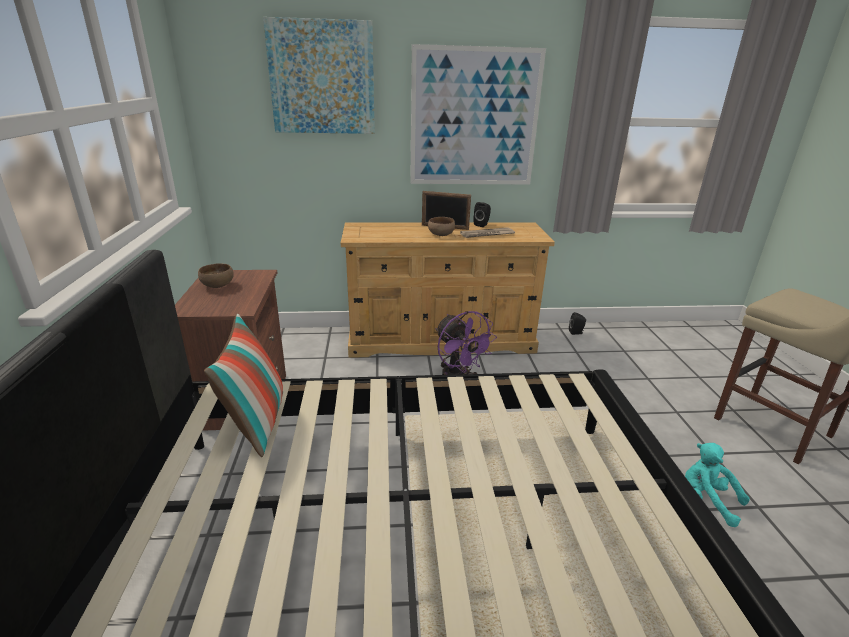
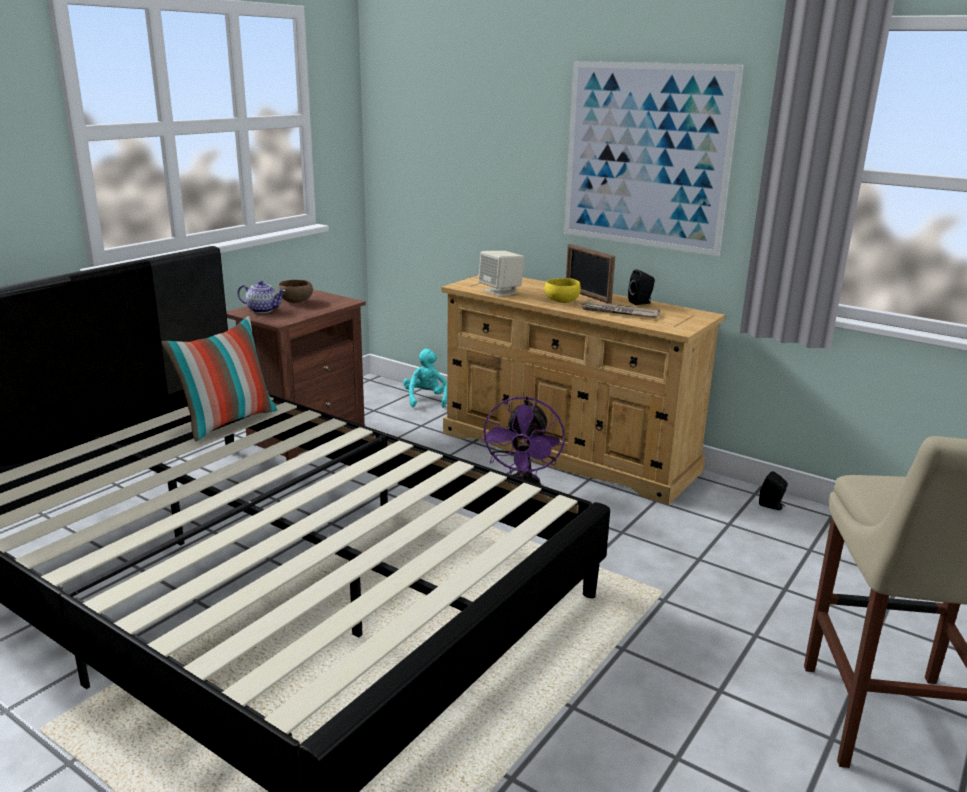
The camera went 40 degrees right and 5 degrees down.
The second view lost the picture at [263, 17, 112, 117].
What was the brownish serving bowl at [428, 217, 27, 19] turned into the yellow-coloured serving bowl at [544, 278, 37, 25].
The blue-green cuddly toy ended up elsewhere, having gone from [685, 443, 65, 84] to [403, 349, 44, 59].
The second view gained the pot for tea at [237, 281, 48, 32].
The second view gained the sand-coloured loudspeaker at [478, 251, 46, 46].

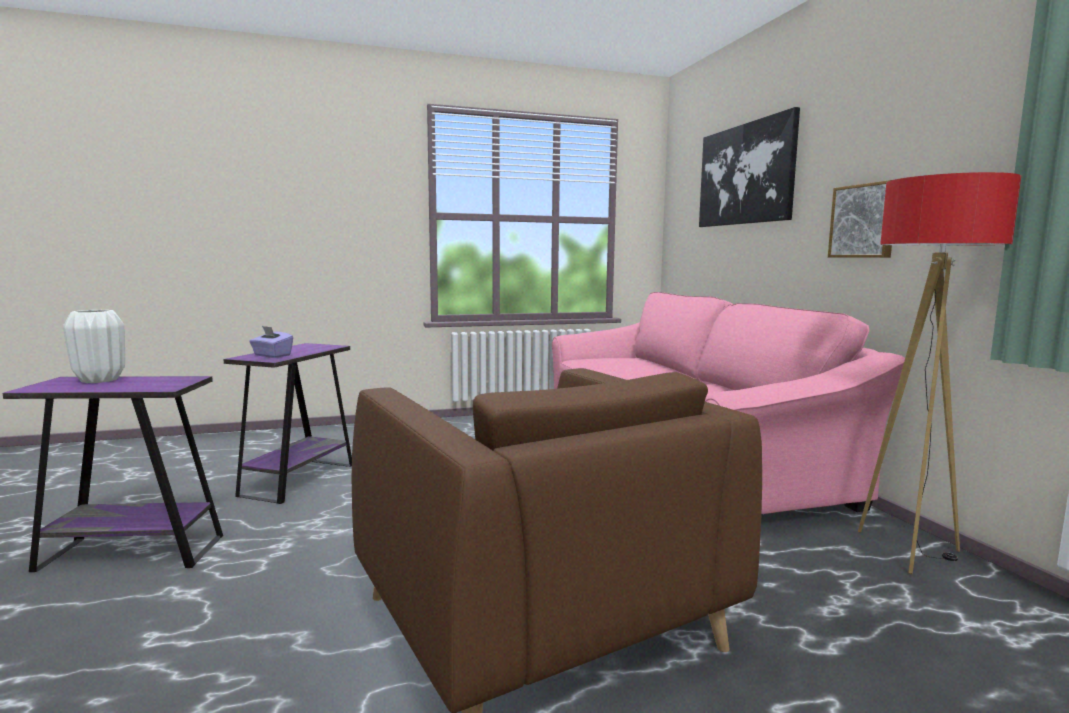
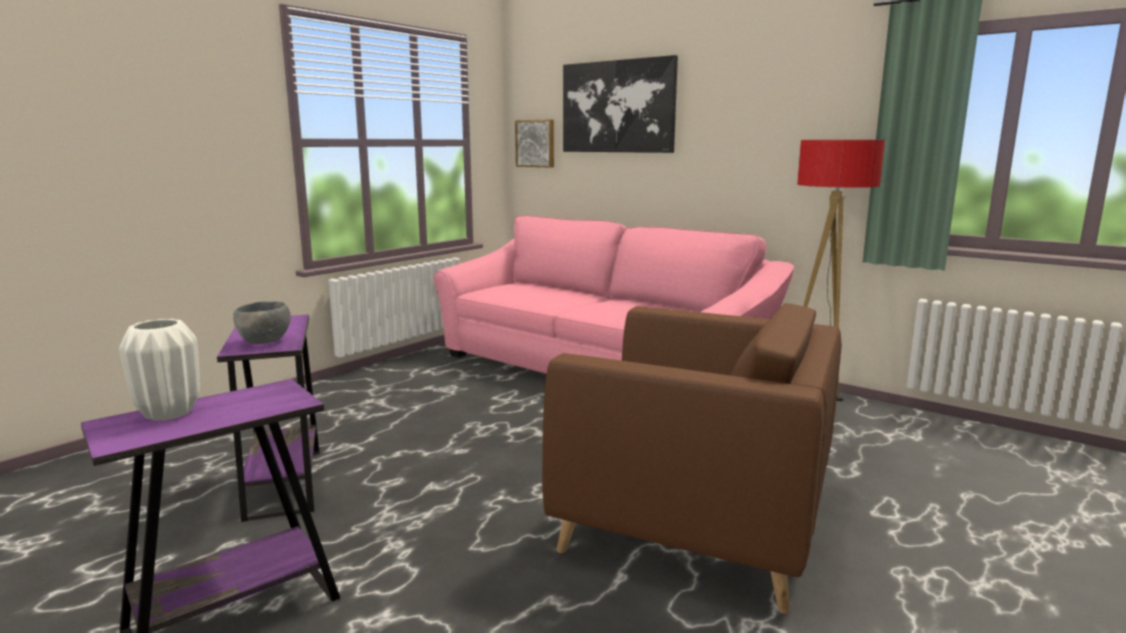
The camera went 35 degrees left and 5 degrees up.
Where the purplish tissue holder stood at [249, 326, 44, 32], the greyish serving bowl came to stand at [233, 301, 58, 43].
The picture ended up elsewhere, having gone from [828, 180, 64, 78] to [515, 119, 39, 49].

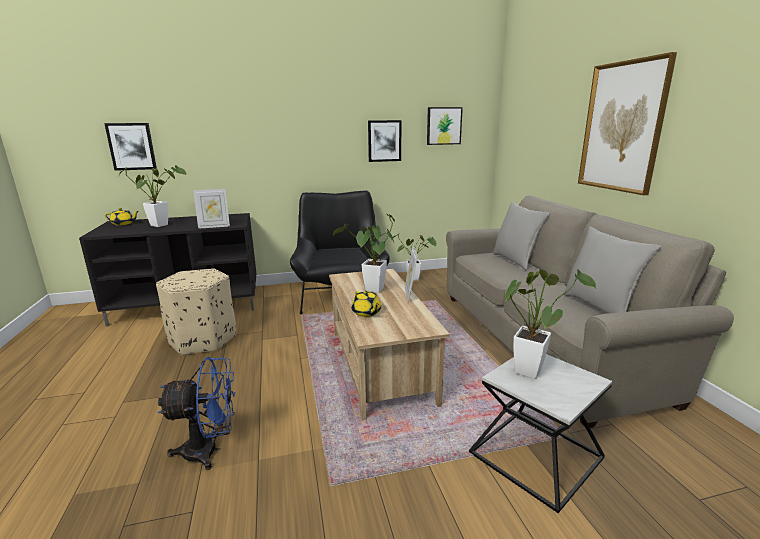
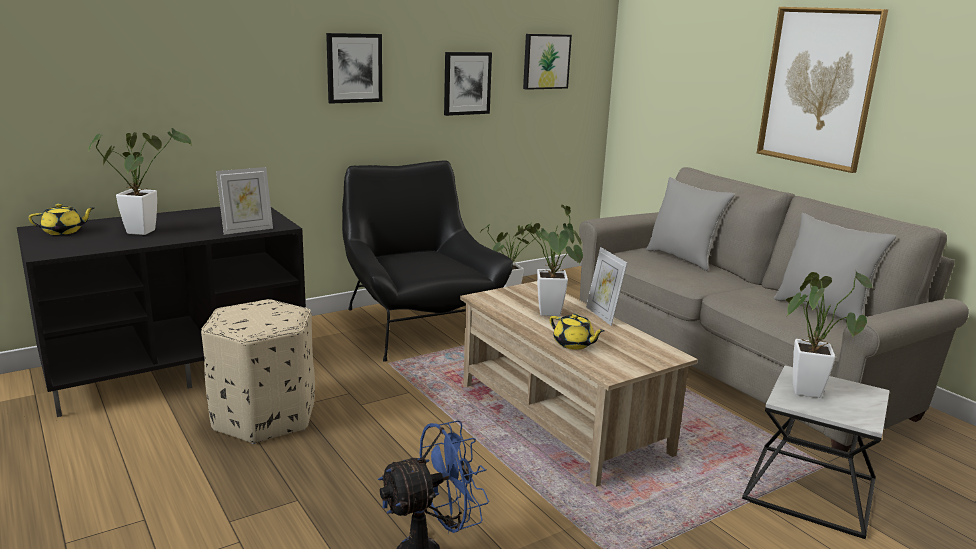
The camera went 20 degrees left and 0 degrees up.
The picture ended up elsewhere, having gone from [104, 123, 53, 48] to [326, 33, 56, 71].

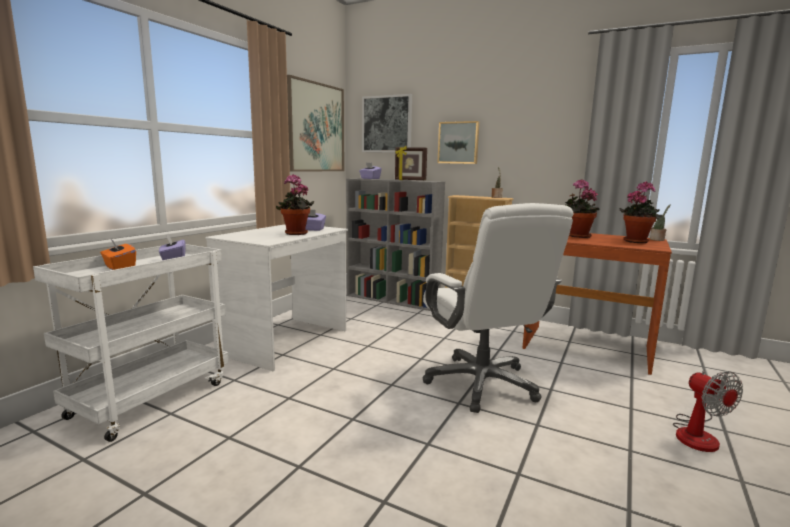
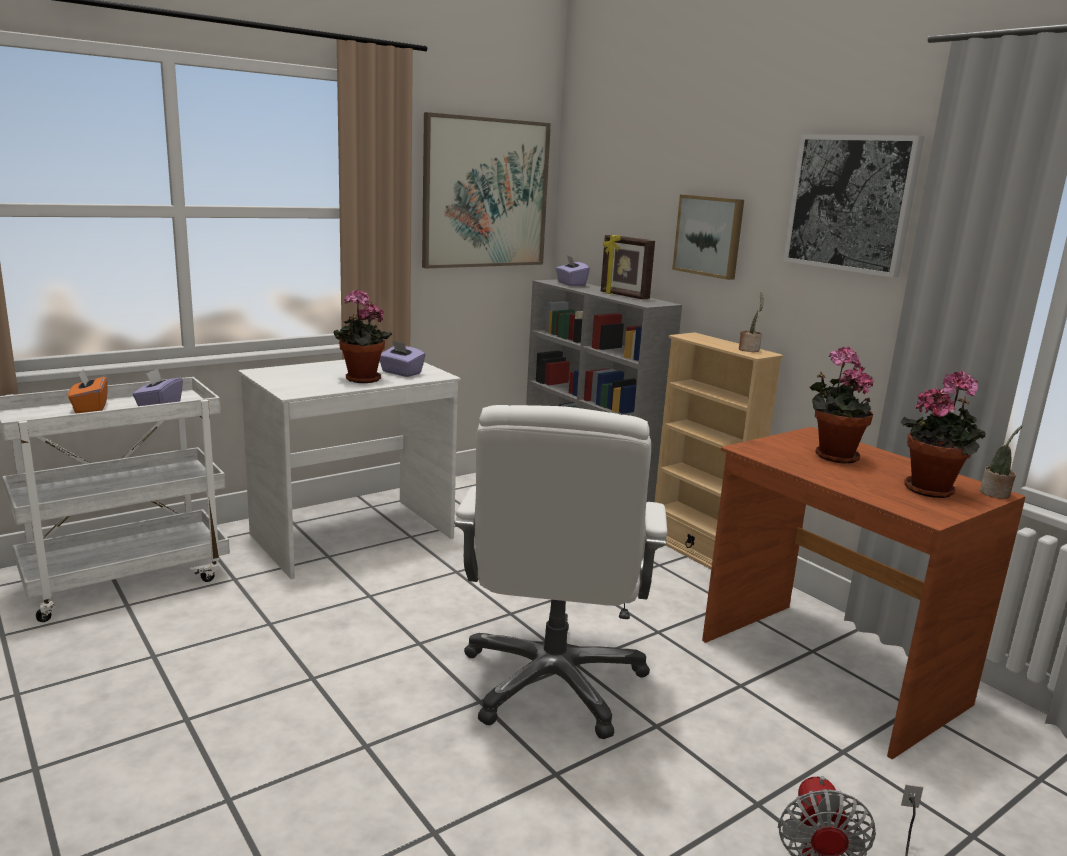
The camera went 25 degrees right and 5 degrees up.
The picture ended up elsewhere, having gone from [362, 94, 50, 58] to [783, 134, 142, 144].

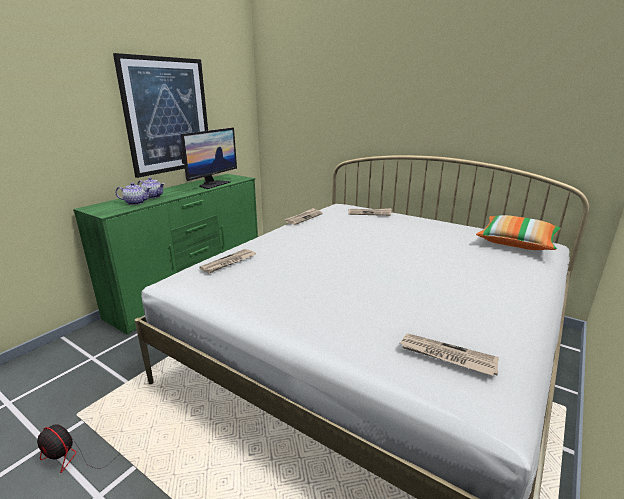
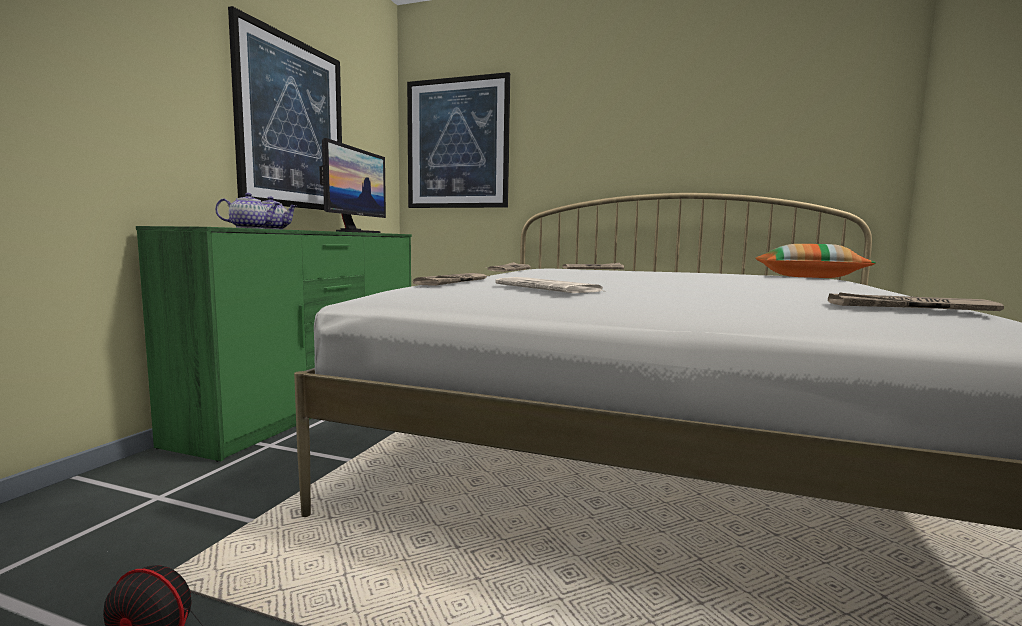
The camera went 15 degrees left and 15 degrees down.
The second view gained the picture at [407, 72, 103, 136].
The second view gained the daily paper at [495, 277, 108, 16].

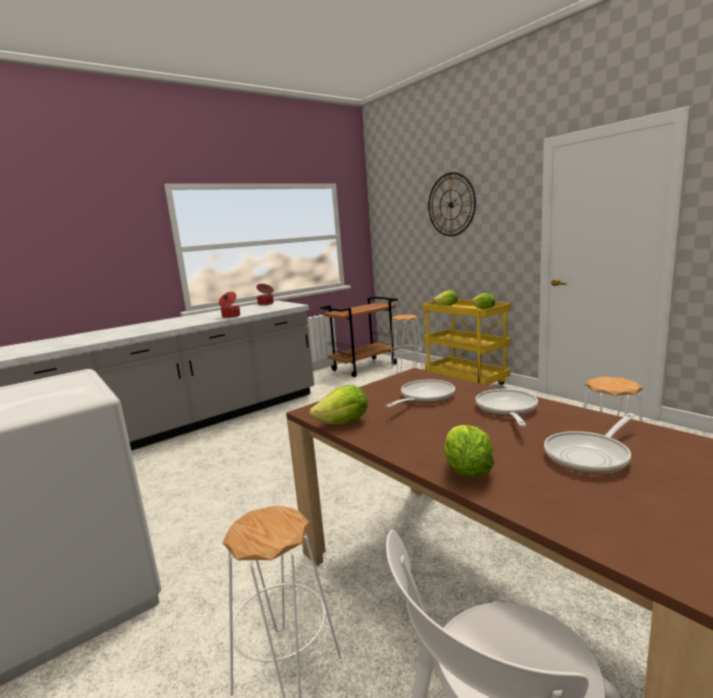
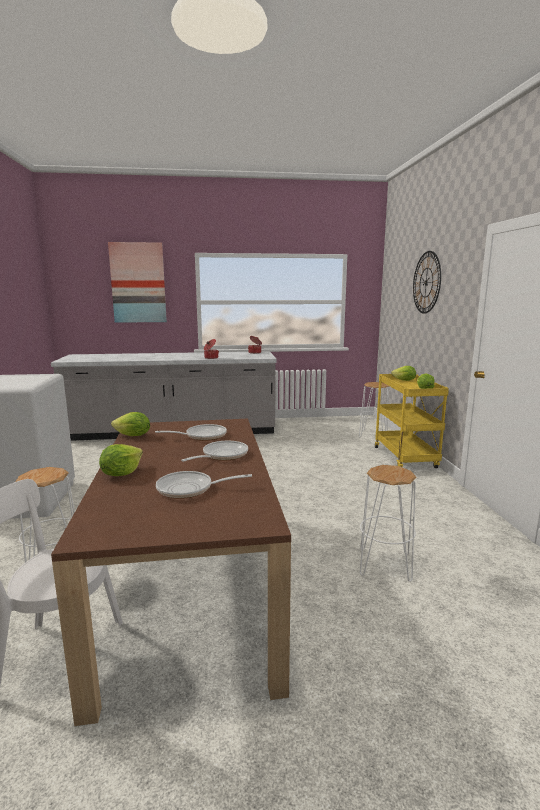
The camera went 30 degrees right and 0 degrees up.
The second view lost the brownish cart at [320, 297, 78, 80].
The second view gained the picture at [108, 242, 59, 81].

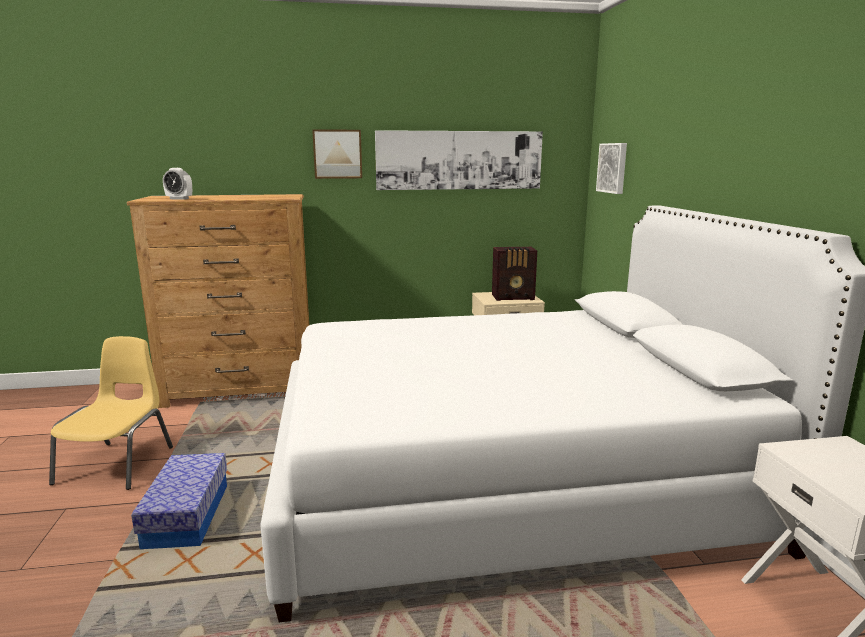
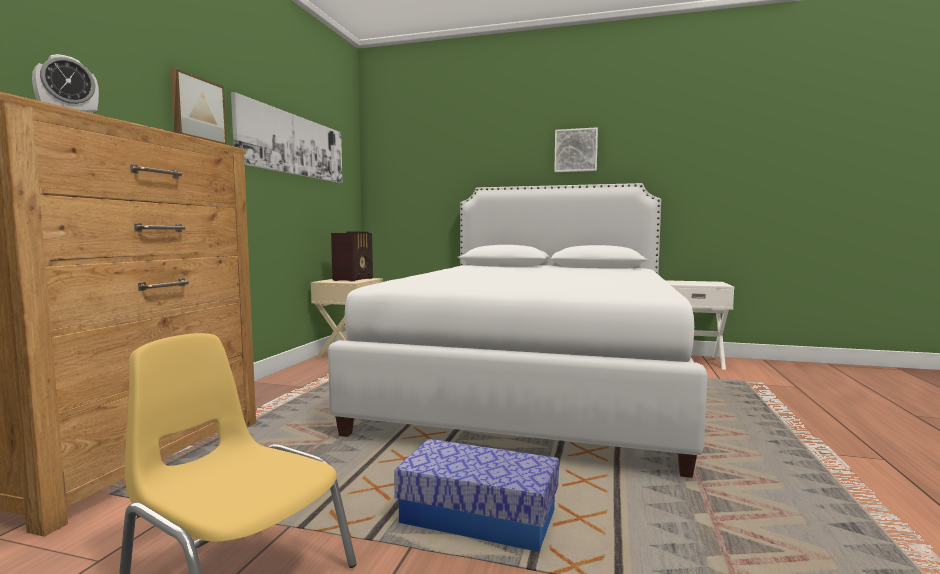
The camera went 65 degrees left and 10 degrees down.
The picture ended up elsewhere, having gone from [596, 143, 31, 51] to [554, 127, 44, 45].

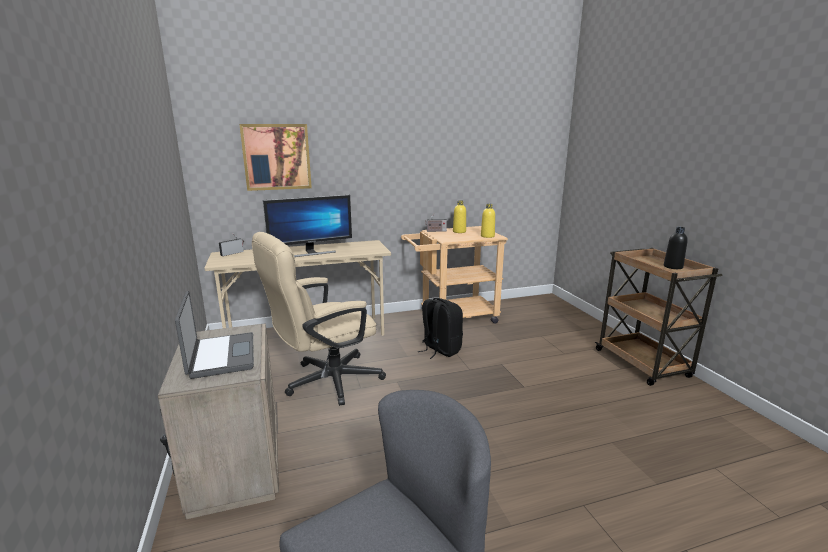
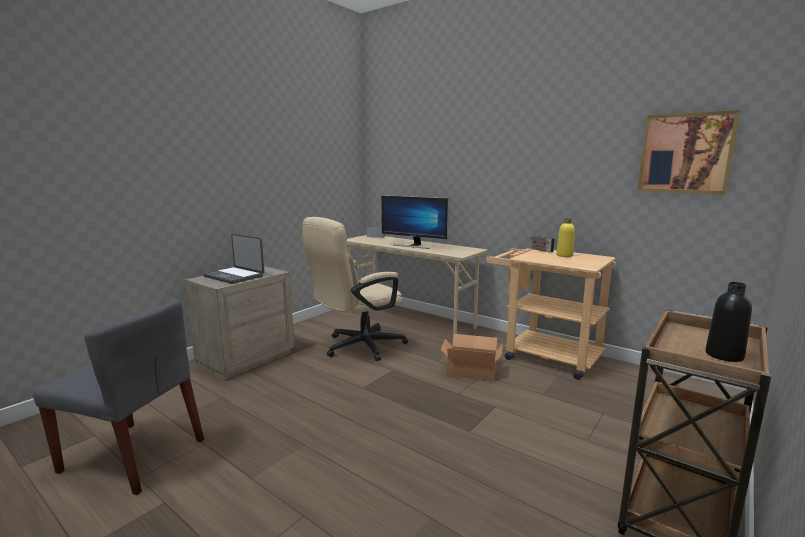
The camera went 55 degrees right and 5 degrees down.
The portable computer at [175, 291, 79, 88] ended up facing another way, 90 degrees clockwise from before.
The picture ended up elsewhere, having gone from [239, 124, 73, 67] to [638, 110, 102, 84].
The sand-coloured office chair at [252, 232, 134, 174] ended up facing another way, 60 degrees counterclockwise from before.
Where the black knapsack stood at [418, 298, 45, 61], the carton came to stand at [440, 334, 63, 47].
The second view lost the yellow-coloured beverage bottle at [481, 204, 14, 34].

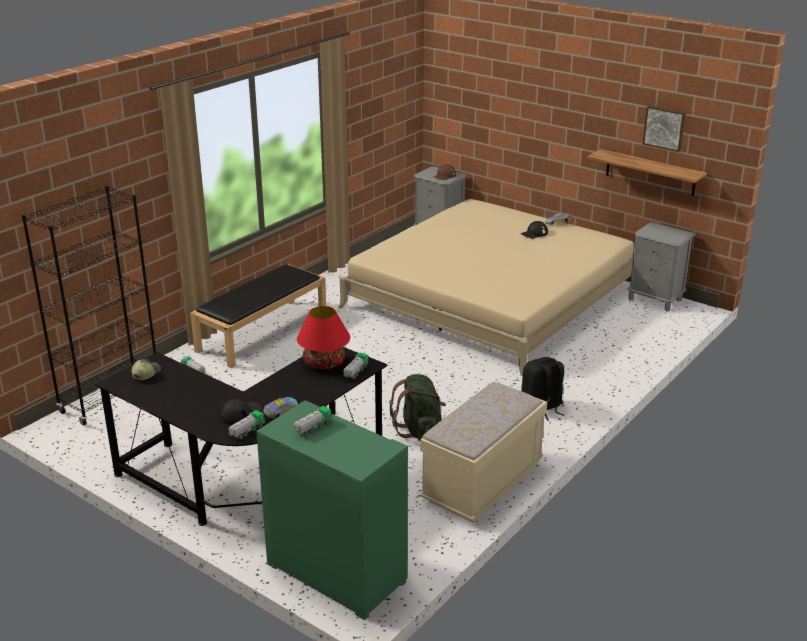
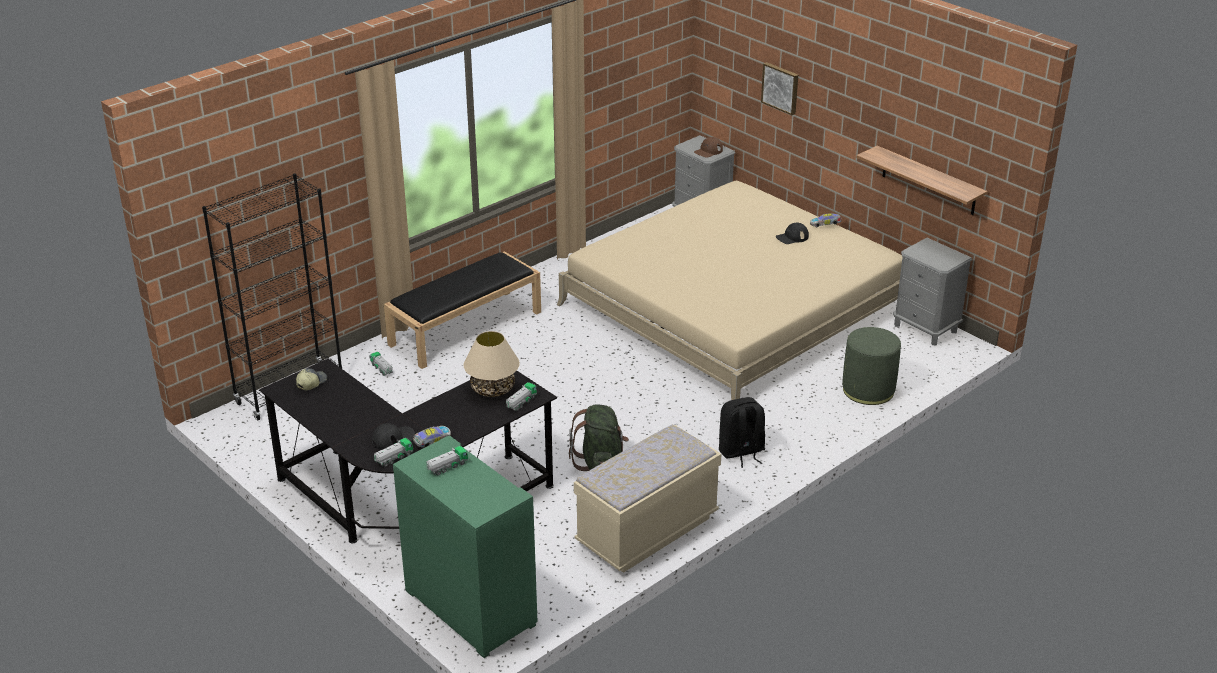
The camera went 10 degrees right and 5 degrees up.
What was the red-coloured lamp for a table at [297, 306, 53, 63] turned into the sand-coloured lamp for a table at [463, 331, 57, 66].
The picture ended up elsewhere, having gone from [643, 106, 43, 46] to [761, 62, 37, 53].
The second view gained the green-coloured footrest at [842, 327, 59, 78].

